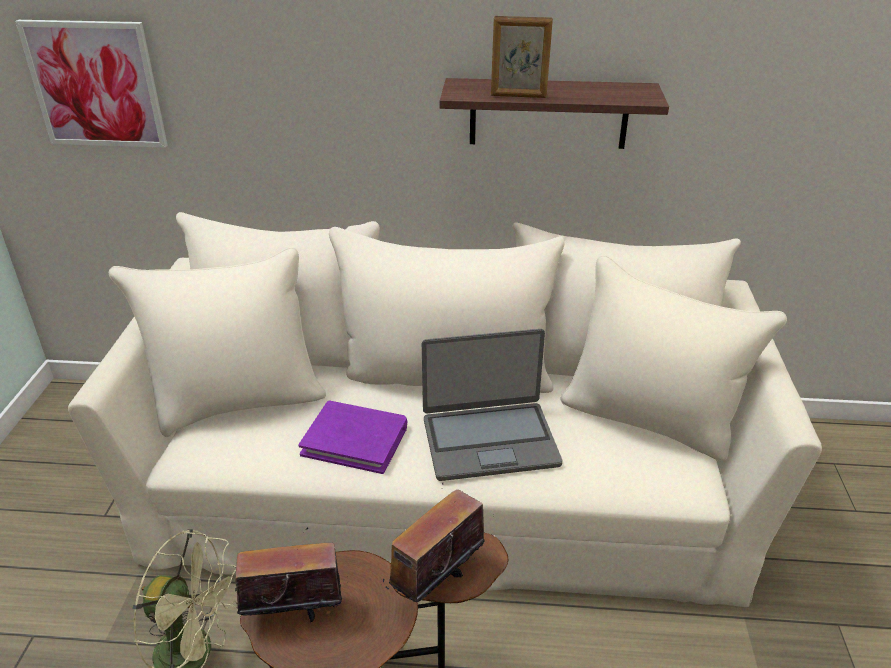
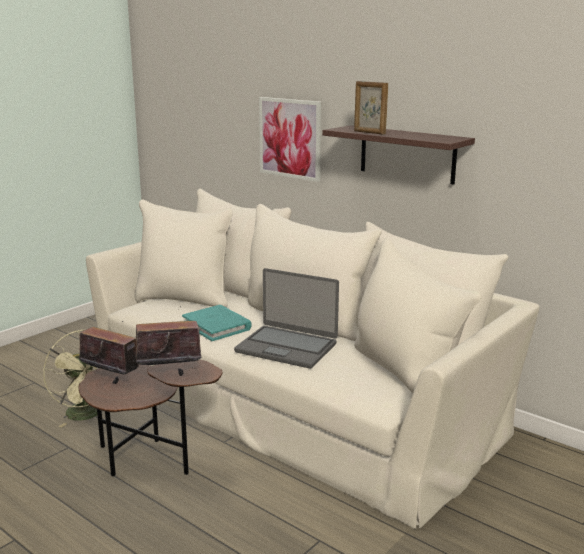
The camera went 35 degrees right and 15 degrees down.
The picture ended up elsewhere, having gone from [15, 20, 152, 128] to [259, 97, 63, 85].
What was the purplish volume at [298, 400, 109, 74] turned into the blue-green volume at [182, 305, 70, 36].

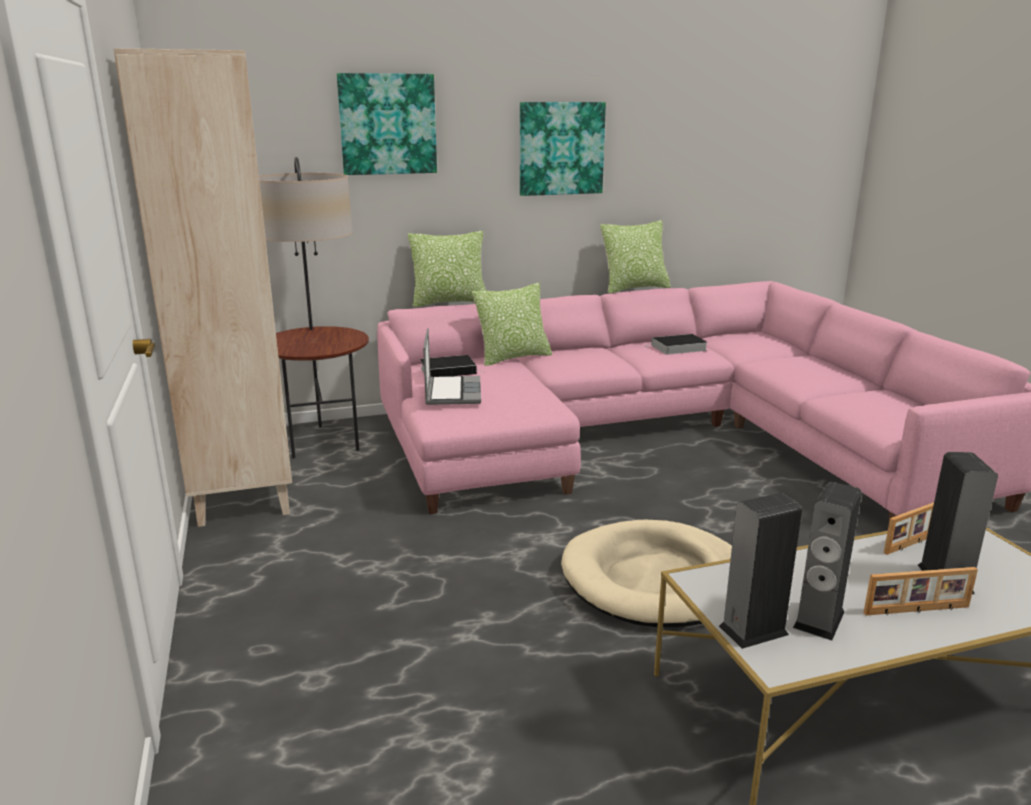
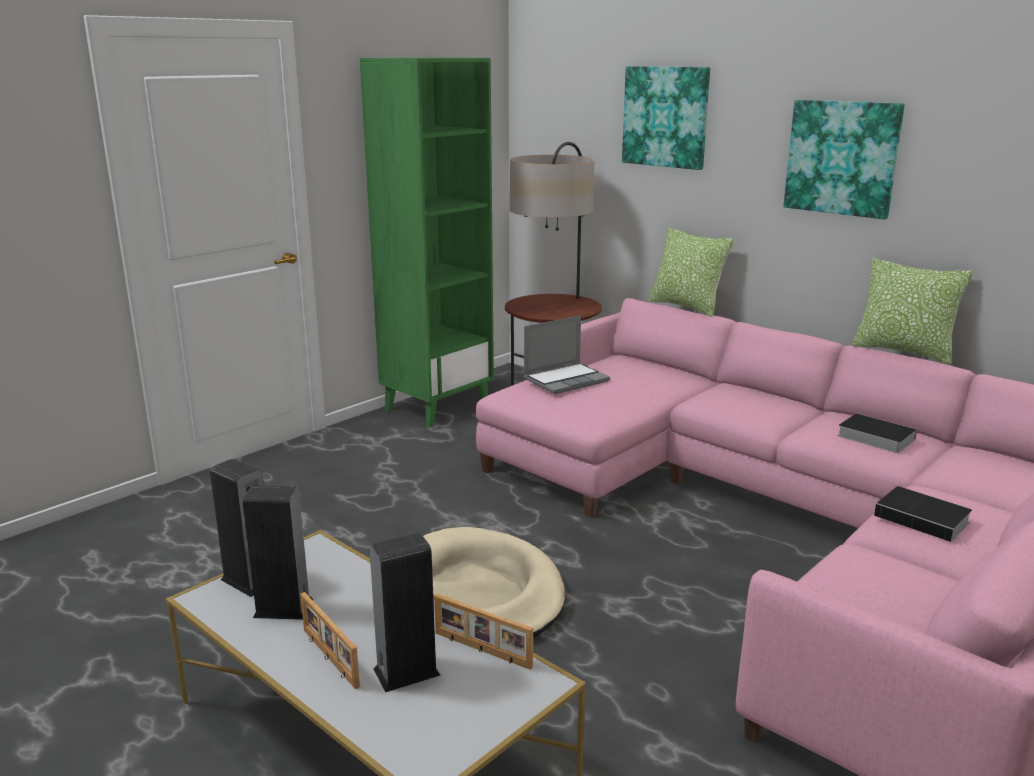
The camera went 60 degrees right and 0 degrees up.
What was the sand-coloured bookcase at [113, 48, 179, 479] turned into the green-coloured bookcase at [360, 58, 134, 370].
The volume ended up elsewhere, having gone from [420, 355, 64, 22] to [874, 486, 98, 60].
The second view lost the cushion at [472, 283, 80, 83].

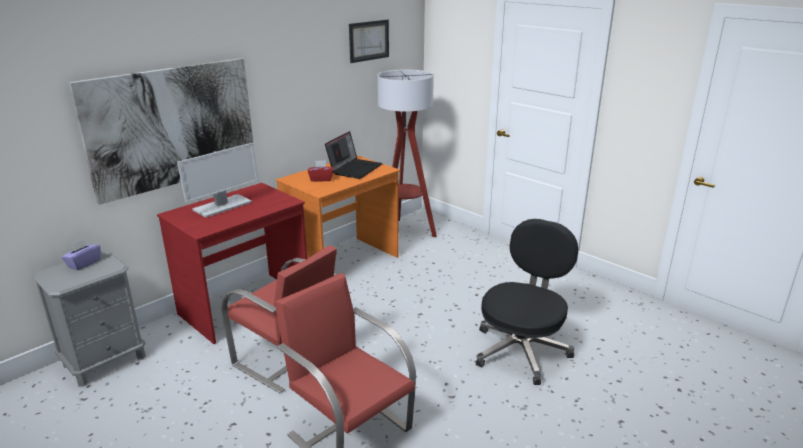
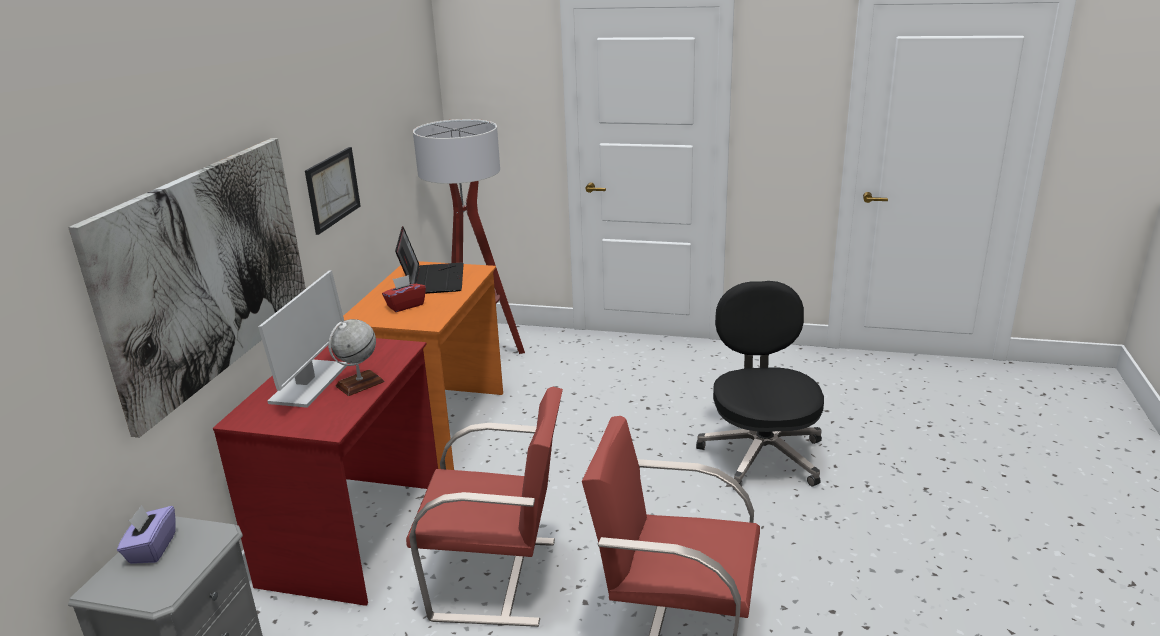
The camera went 30 degrees left and 0 degrees up.
The picture ended up elsewhere, having gone from [349, 20, 40, 43] to [305, 147, 56, 88].
The second view gained the globe at [328, 319, 56, 77].

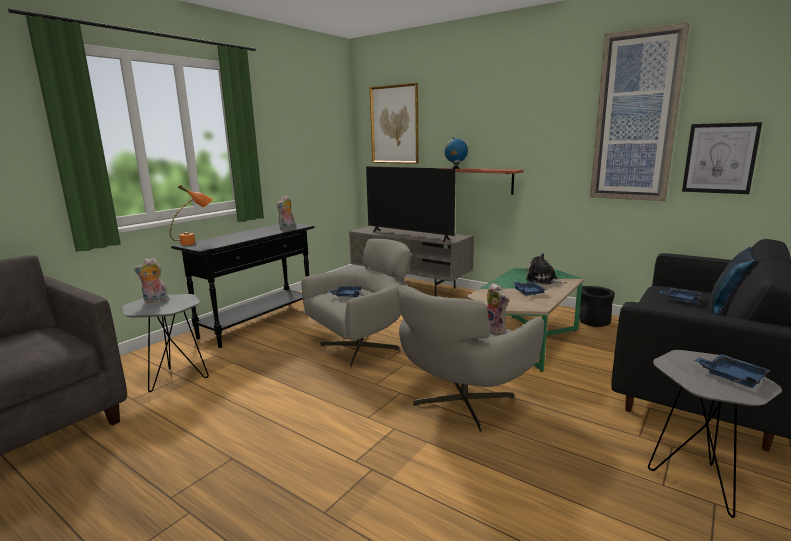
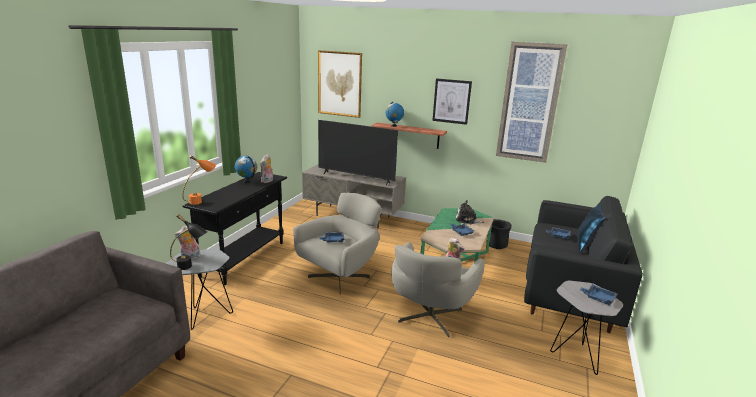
The camera went 15 degrees left and 5 degrees up.
The picture ended up elsewhere, having gone from [682, 122, 80, 72] to [432, 78, 40, 47].
The second view gained the black lamp for a table at [170, 214, 37, 56].
The second view gained the globe at [235, 156, 22, 27].

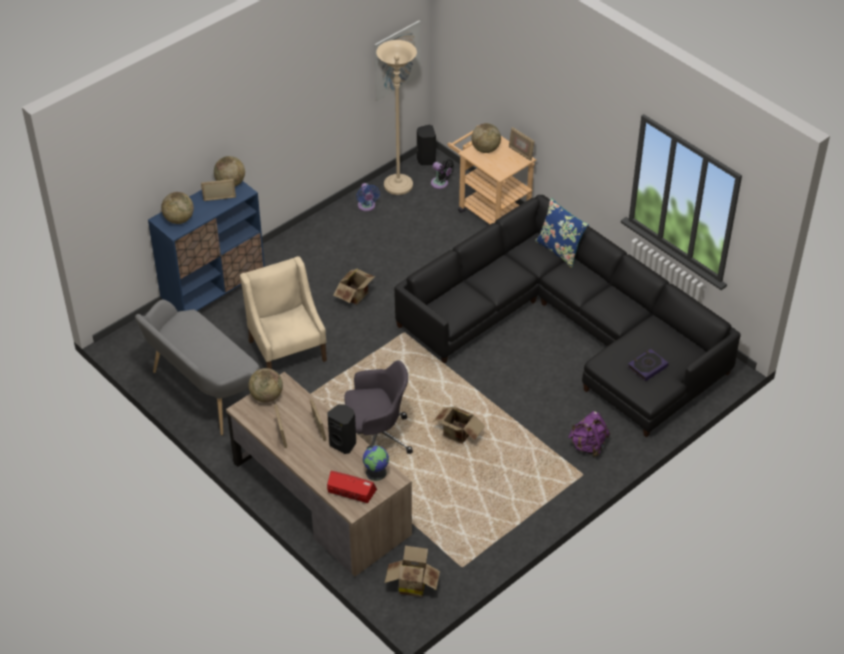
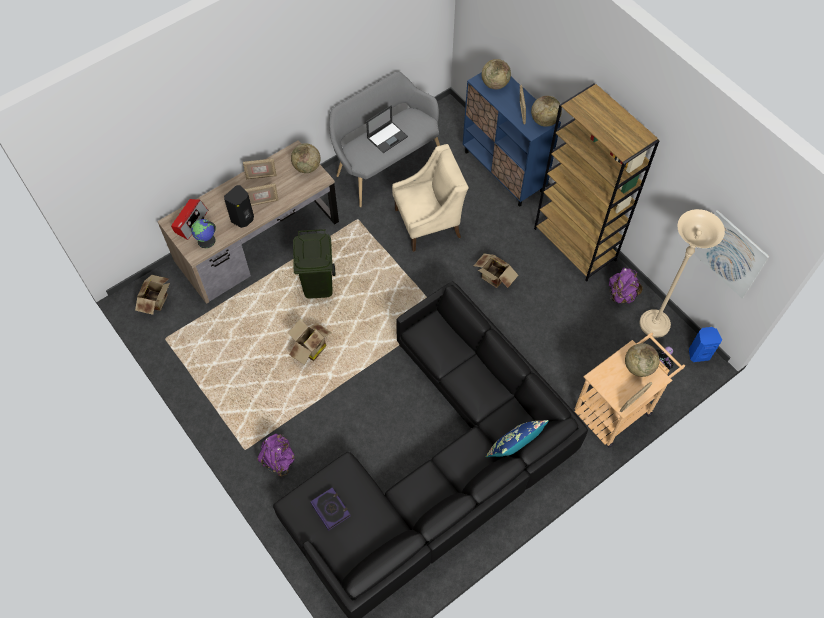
The camera went 95 degrees right and 15 degrees up.
Where the greyish office chair stood at [344, 360, 69, 94], the green-coloured waste bin came to stand at [293, 229, 42, 70].
Where the blue fan stood at [356, 183, 24, 28], the purplish knapsack came to stand at [609, 267, 34, 37].
What was the black loudspeaker at [417, 125, 19, 40] turned into the blue loudspeaker at [689, 327, 33, 35].
The second view gained the portable computer at [366, 105, 42, 48].
The second view gained the brownish bookcase at [534, 83, 125, 198].

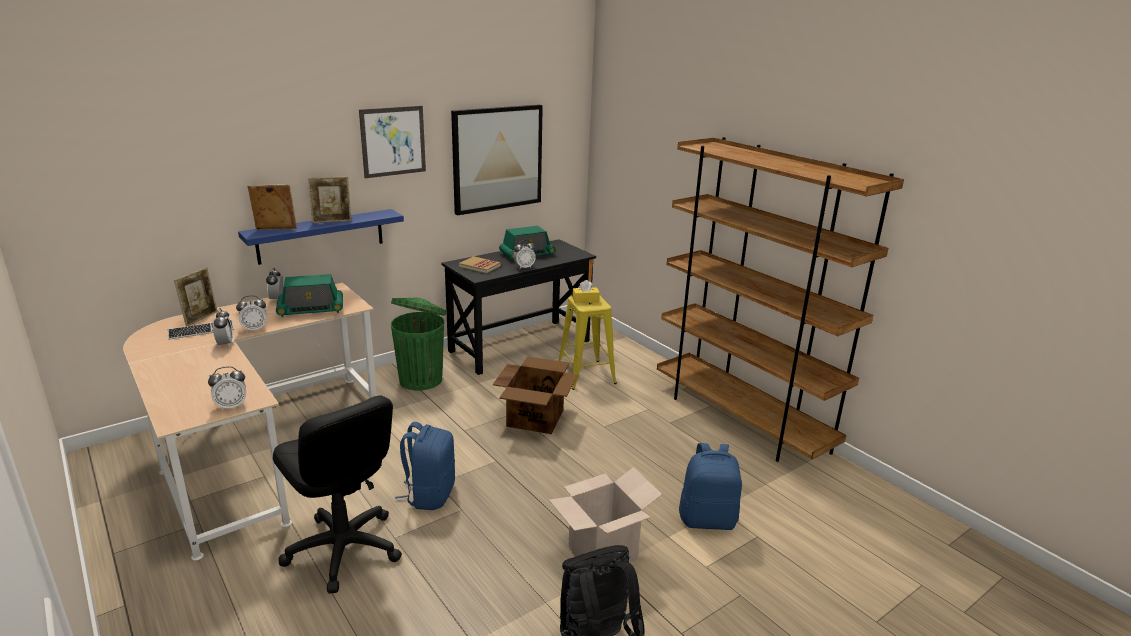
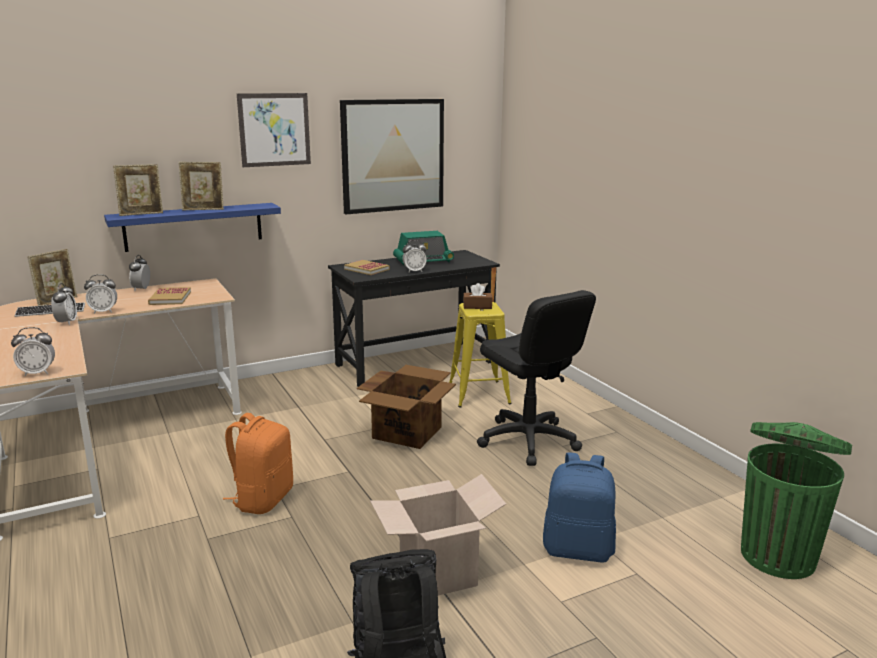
The camera went 10 degrees right and 5 degrees down.
The picture frame at [247, 184, 50, 46] ended up facing another way, 150 degrees clockwise from before.
The black office chair ended up elsewhere, having gone from [273, 395, 129, 198] to [477, 290, 119, 176].
Where the radio receiver stood at [276, 274, 67, 43], the volume came to stand at [148, 287, 43, 18].
The green-coloured waste bin ended up elsewhere, having gone from [391, 297, 55, 94] to [741, 422, 111, 157].
What was the blue knapsack at [395, 422, 60, 88] turned into the orange-coloured knapsack at [223, 413, 70, 101].
What was the yellow-coloured tissue holder at [573, 280, 27, 23] turned into the brownish tissue holder at [463, 283, 30, 26].
The second view lost the brownish bookcase at [657, 137, 247, 325].

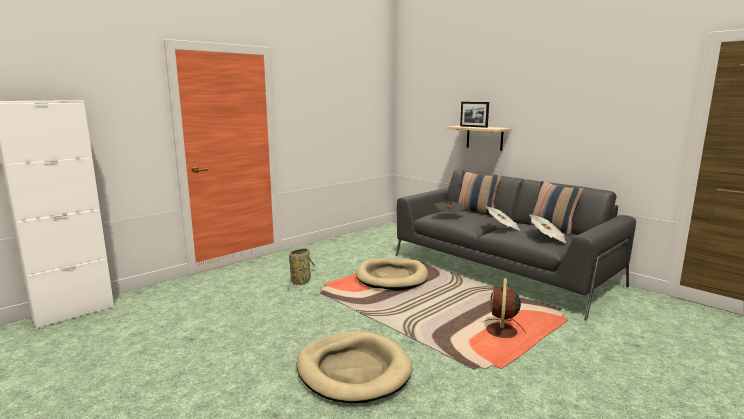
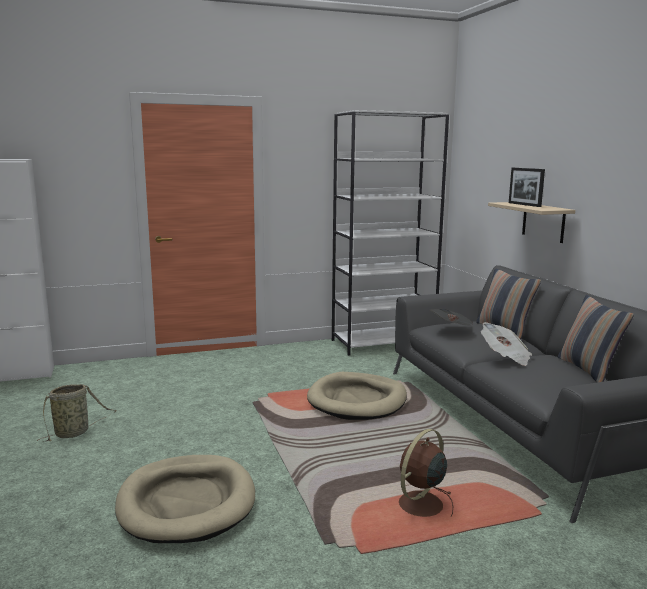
The camera went 25 degrees right and 0 degrees up.
The basket ended up elsewhere, having gone from [288, 248, 27, 40] to [37, 384, 80, 58].
The second view lost the daily paper at [530, 214, 36, 29].
The second view gained the white bookcase at [332, 110, 117, 246].

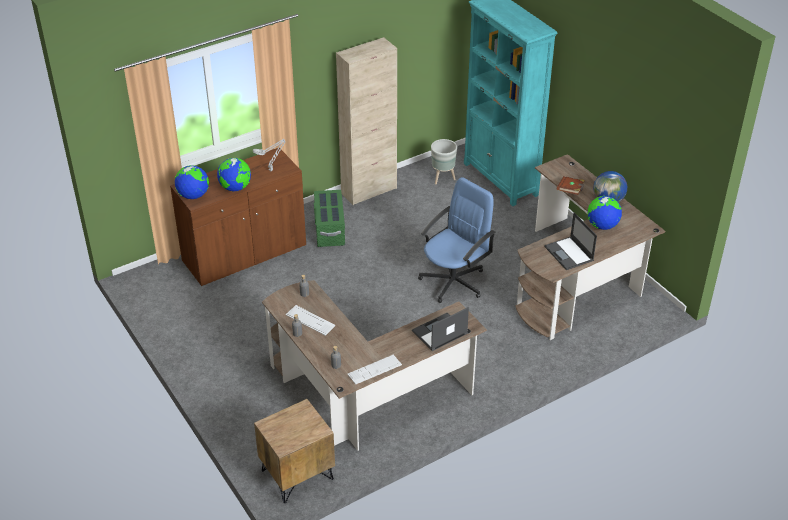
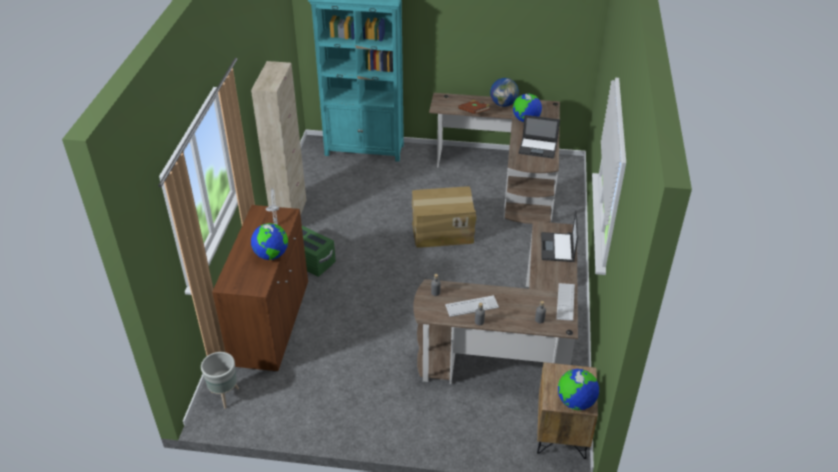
The camera went 50 degrees left and 0 degrees up.
The globe ended up elsewhere, having gone from [175, 165, 34, 34] to [558, 369, 41, 41].
Where the blue office chair stood at [418, 177, 77, 126], the carton came to stand at [412, 187, 64, 61].
The greyish flower pot ended up elsewhere, having gone from [431, 139, 26, 45] to [201, 352, 38, 57].

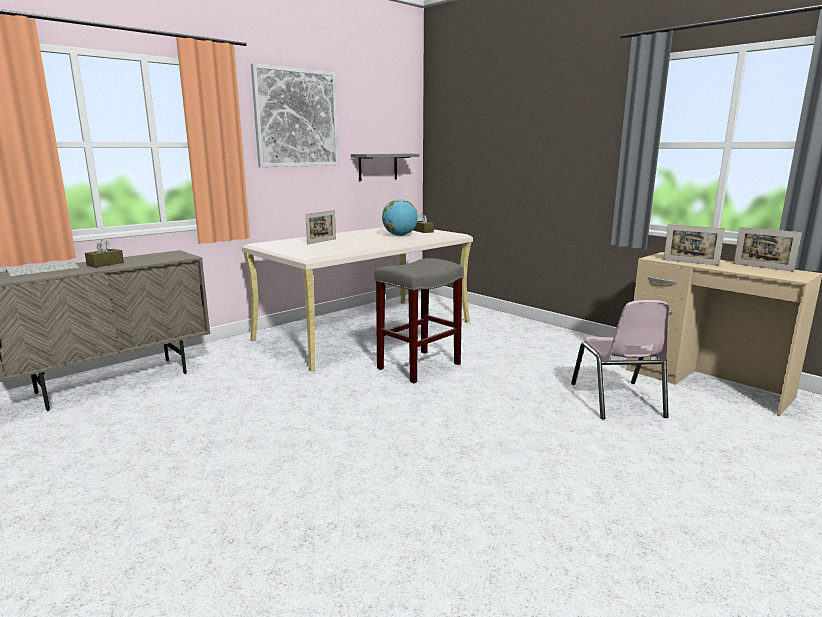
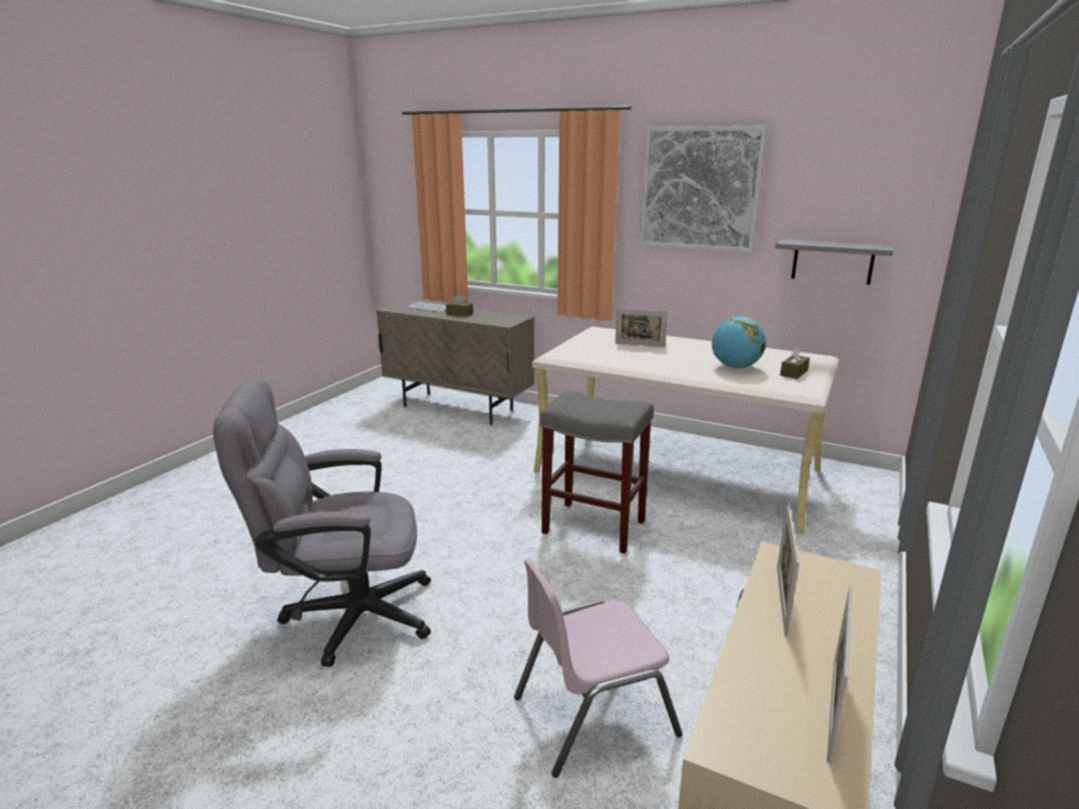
The camera went 70 degrees right and 5 degrees up.
The second view gained the greyish office chair at [213, 377, 218, 290].

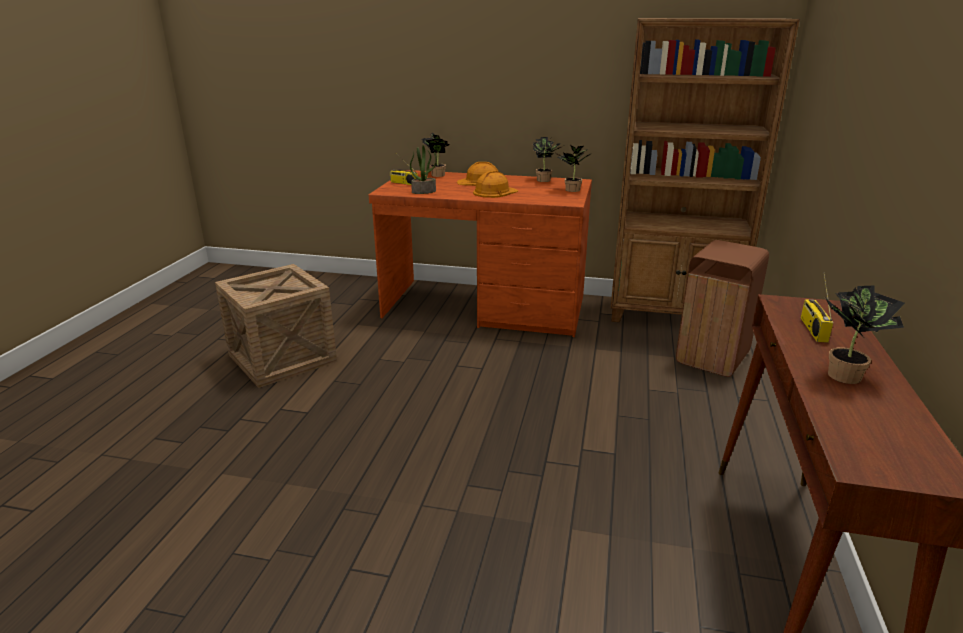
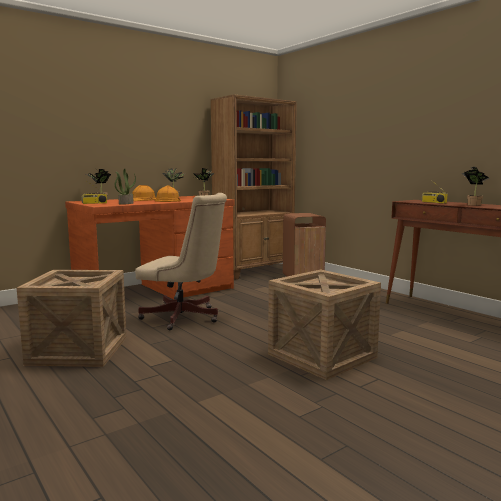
The camera went 50 degrees left and 15 degrees down.
The second view gained the sand-coloured office chair at [135, 193, 92, 137].
The second view gained the shipping crate at [268, 270, 113, 110].

